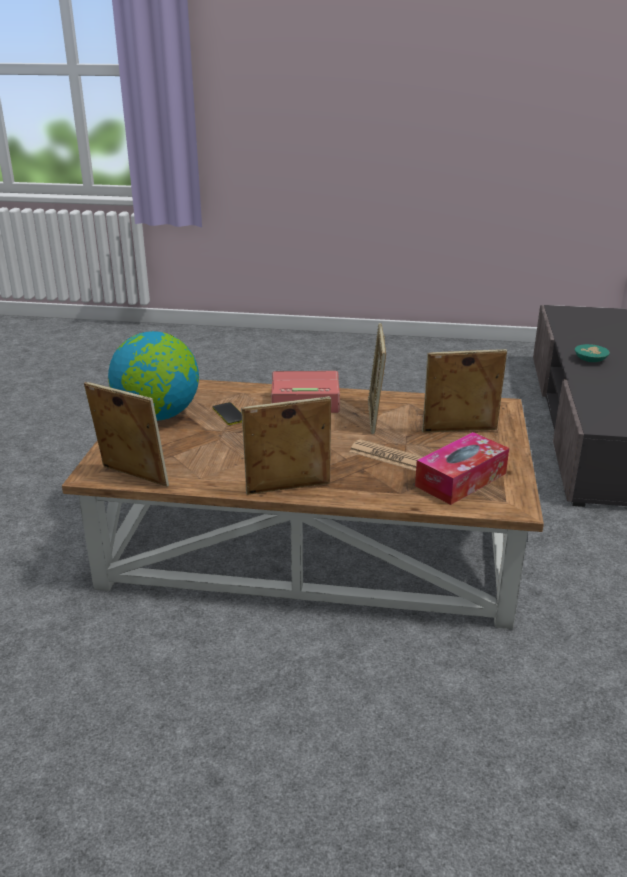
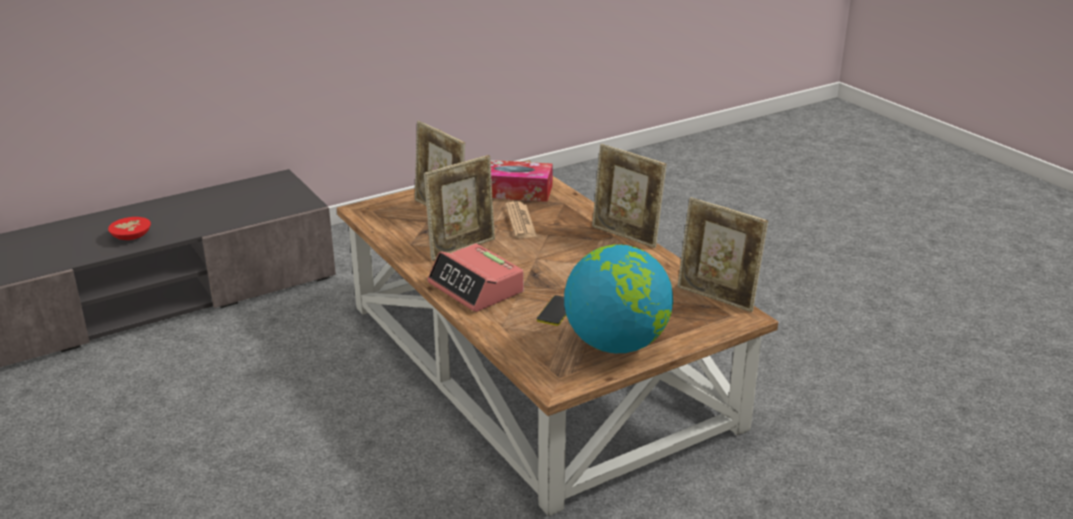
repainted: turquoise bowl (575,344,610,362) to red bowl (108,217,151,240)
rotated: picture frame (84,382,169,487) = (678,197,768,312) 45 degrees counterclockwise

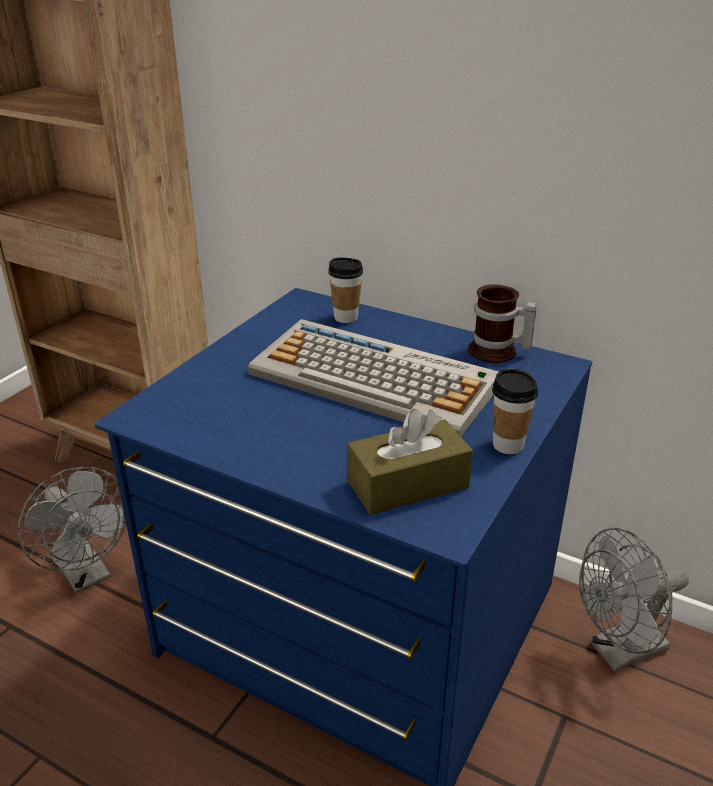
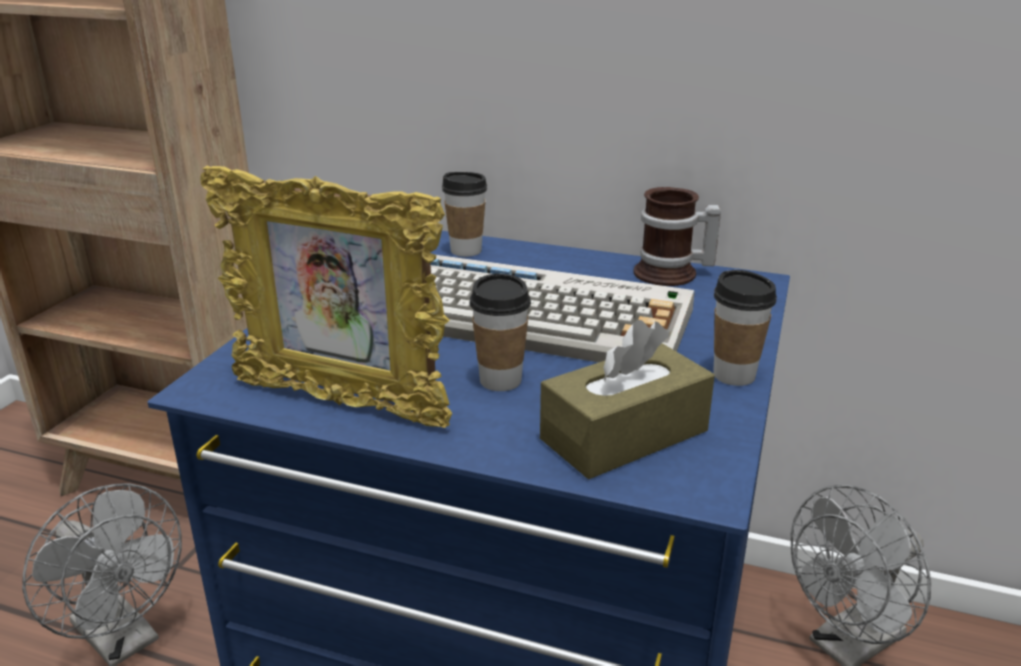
new: picture frame (200,166,452,428); cup (469,273,531,391)

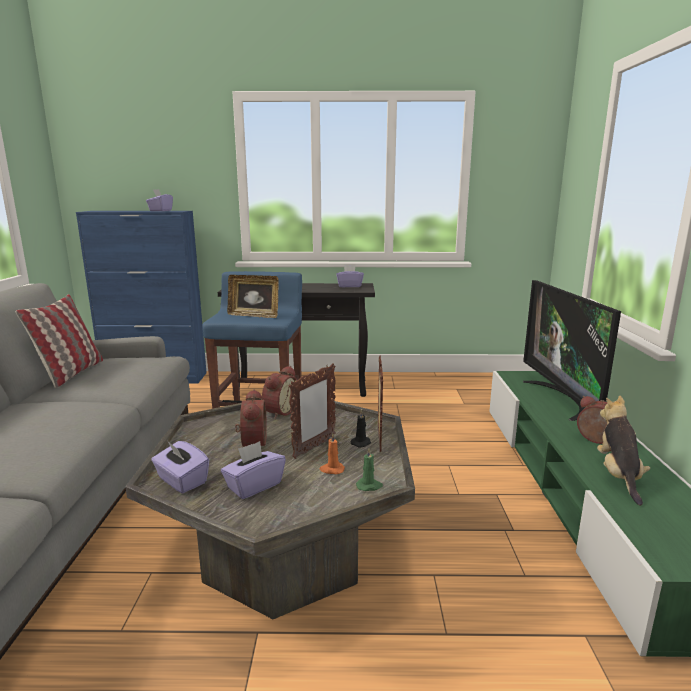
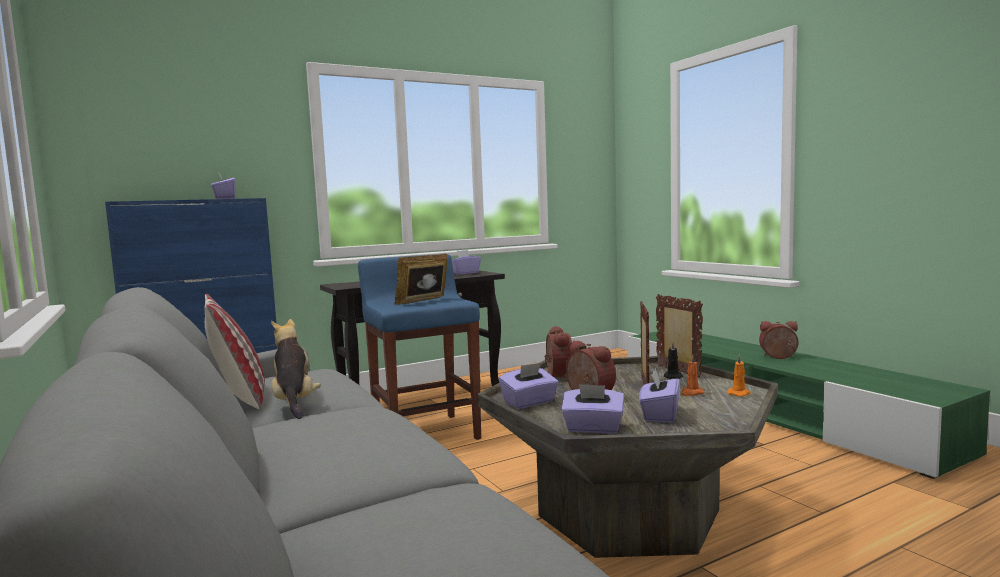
gone: television (523,280,621,421)
new: purple tissue box (499,363,559,409)
shifted: plush toy (597,395,650,506) to (271,319,321,419)
repainted: green candle (356,448,383,491) to orange candle (727,354,751,397)
rotated: picture frame (227,275,279,318) = (394,254,447,305) 150 degrees clockwise

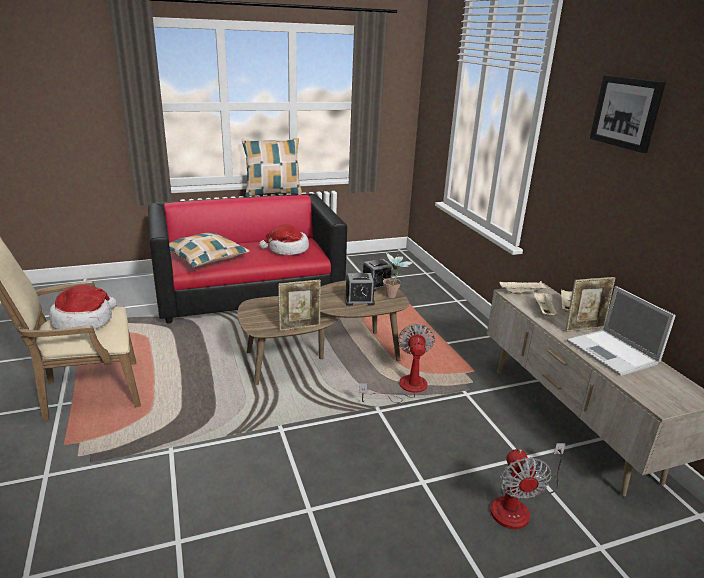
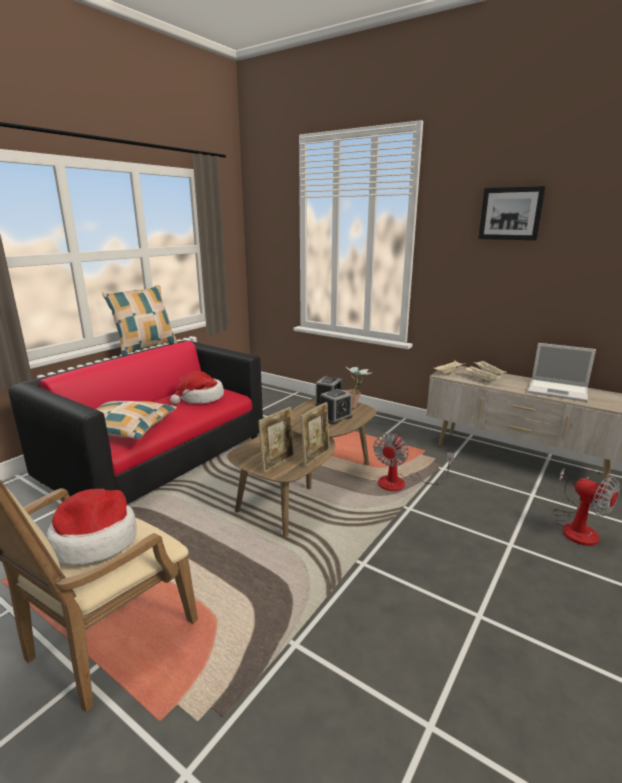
shifted: picture frame (565,277,615,332) to (258,407,295,473)
rotated: fan (359,324,435,403) = (373,433,454,491) 120 degrees counterclockwise

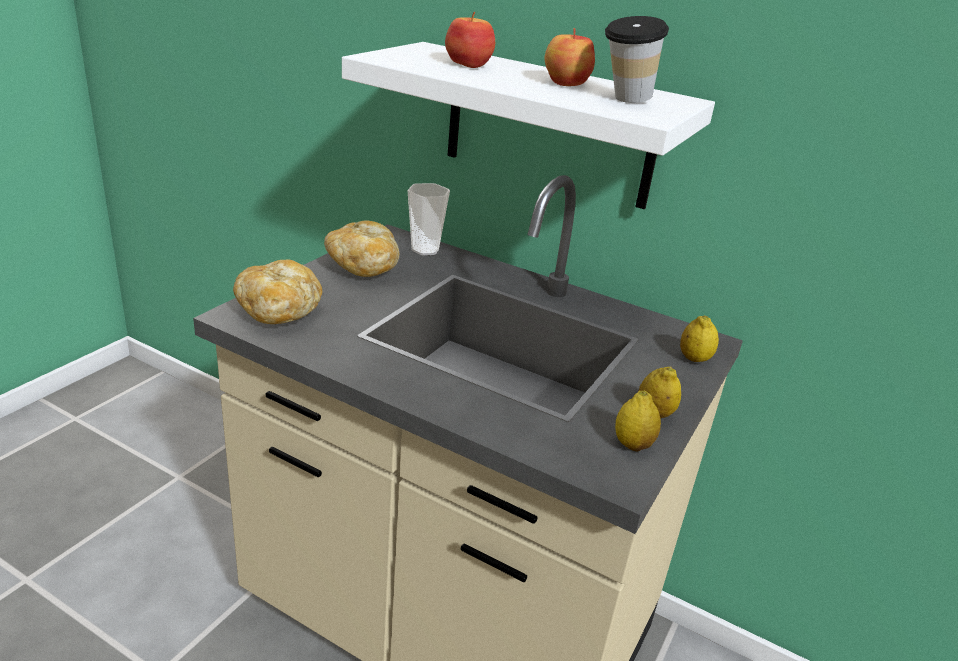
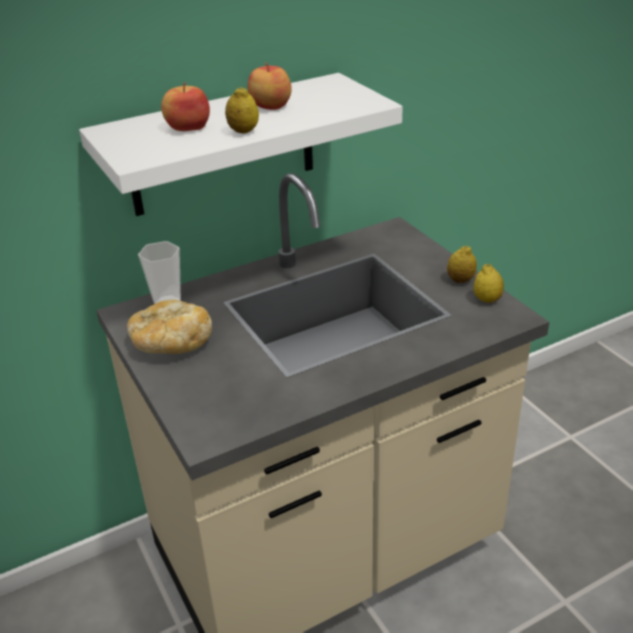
gone: bread (233,260,322,324); cup (605,16,669,103)
shifted: lemon (680,315,719,362) to (225,86,259,134)

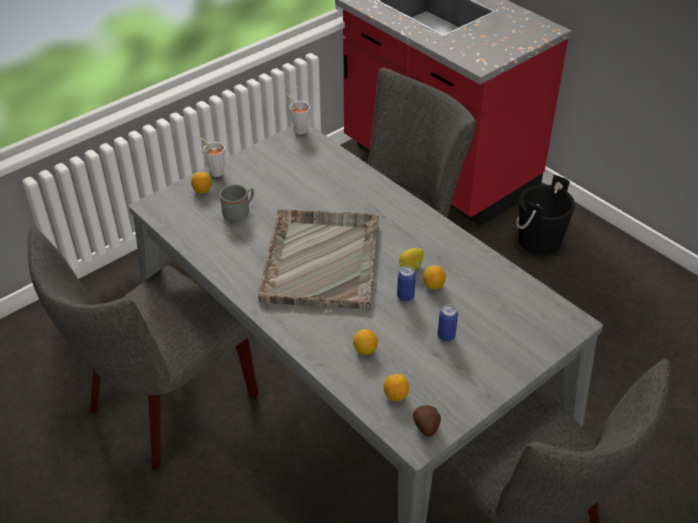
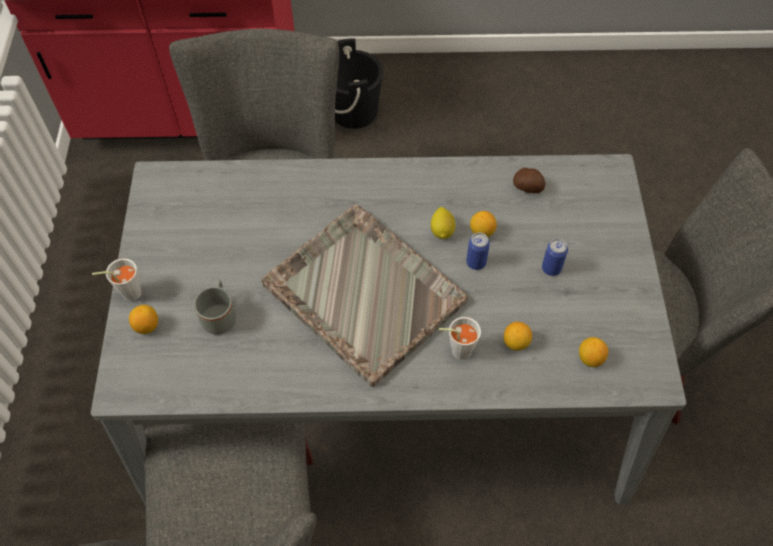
shifted: grey cup (286,94,310,135) to (439,317,481,360); potato (413,405,441,437) to (513,168,545,193)

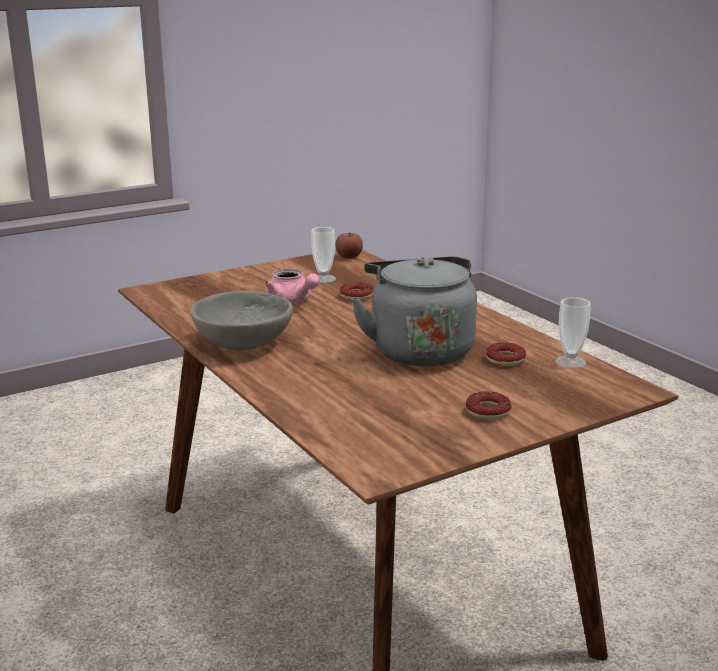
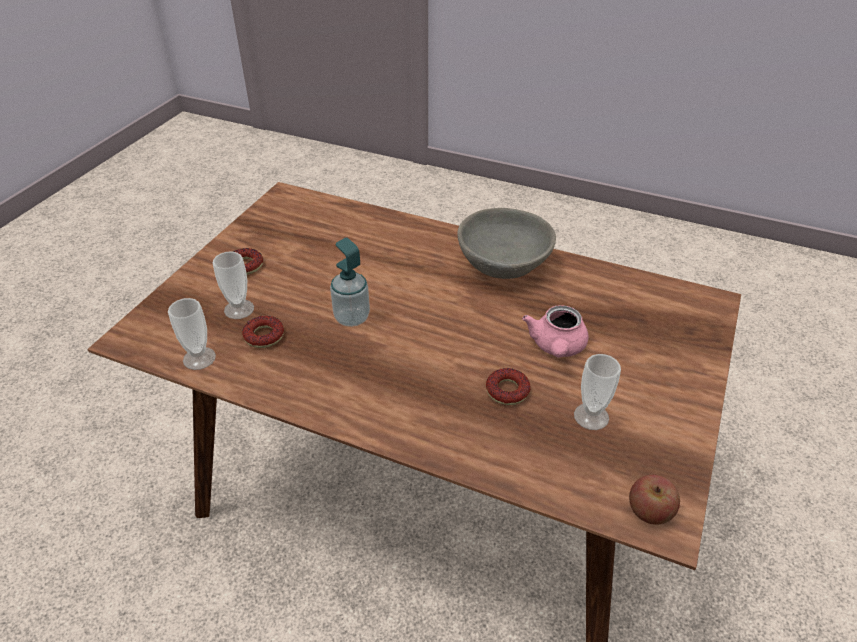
new: cup (213,251,254,319)
swapped: grey kettle (351,256,477,366) to soap dispenser (330,238,370,327)
rotated: pink teapot (265,269,320,303) = (522,305,588,357) 90 degrees counterclockwise

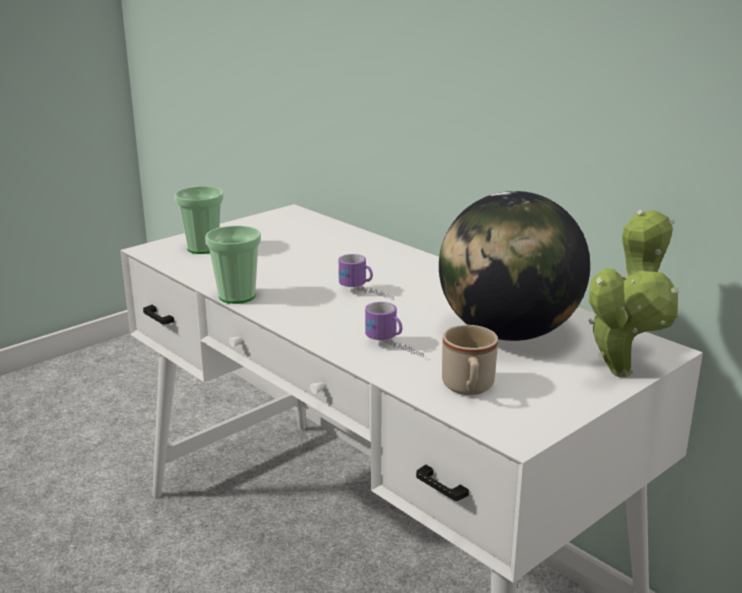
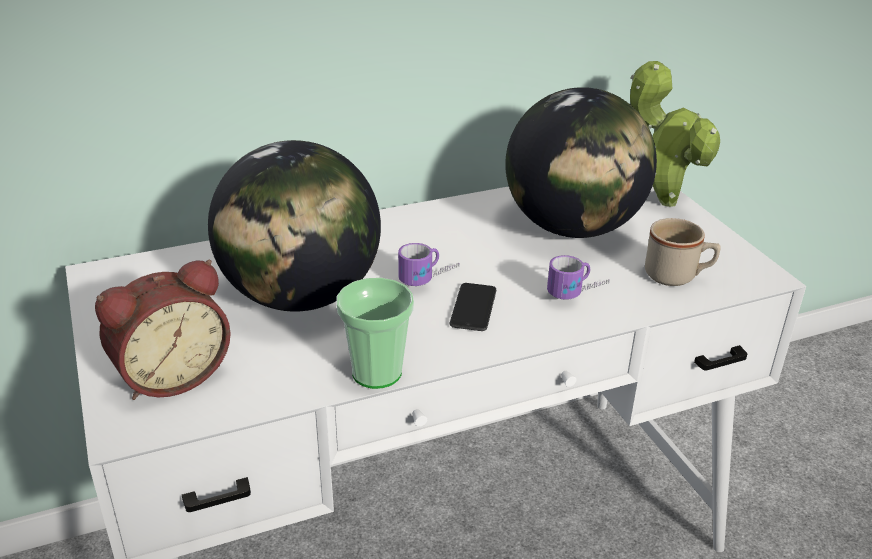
new: globe (208,140,381,312); phone (450,283,496,331)
swapped: cup (175,186,224,254) to alarm clock (95,260,231,400)

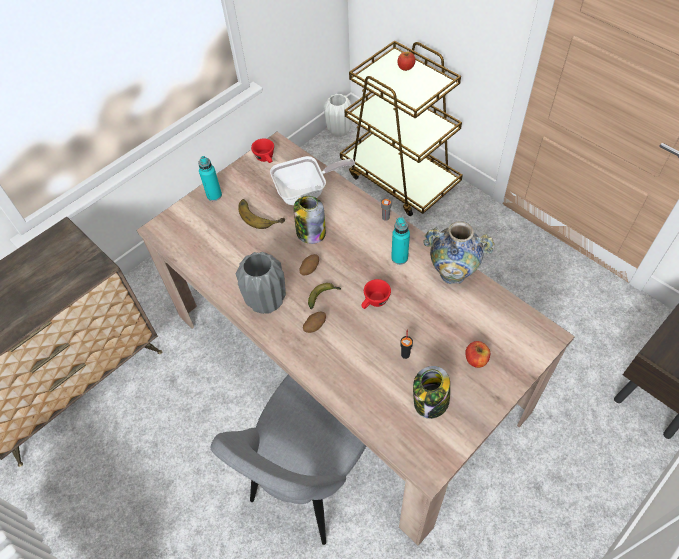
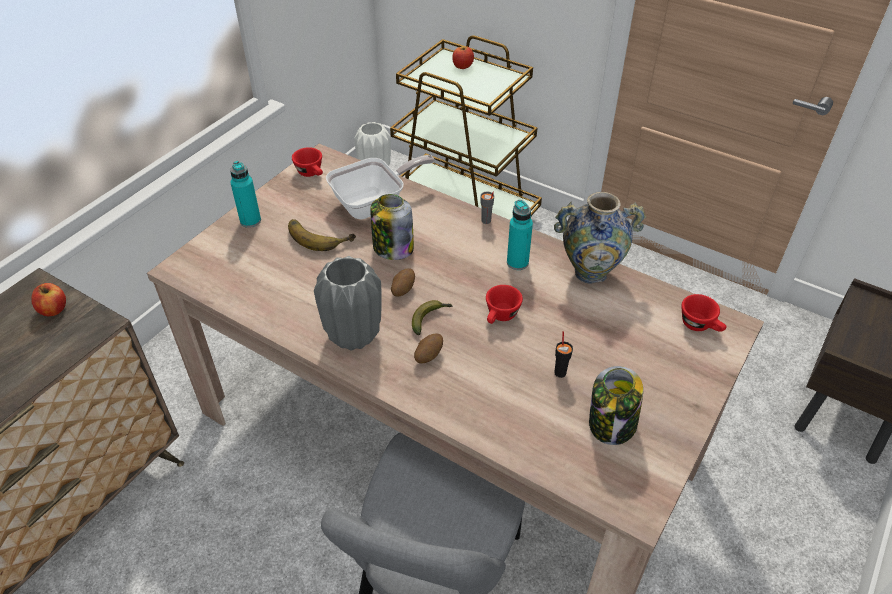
new: red cup (682,294,727,332)
shifted: apple (465,341,490,368) to (31,283,66,316)

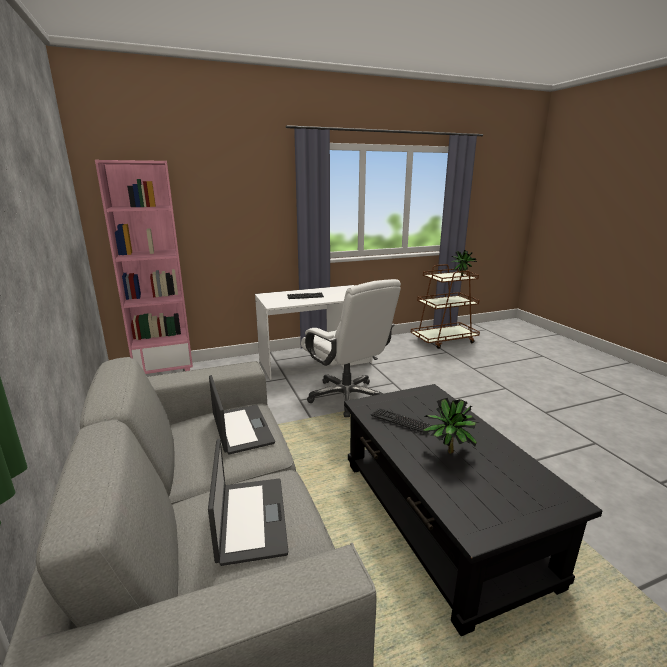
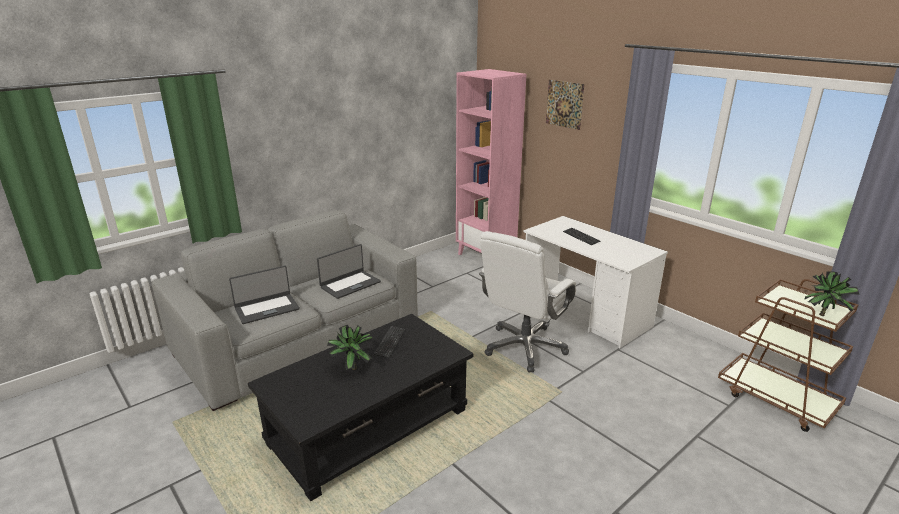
new: picture (546,80,585,130)

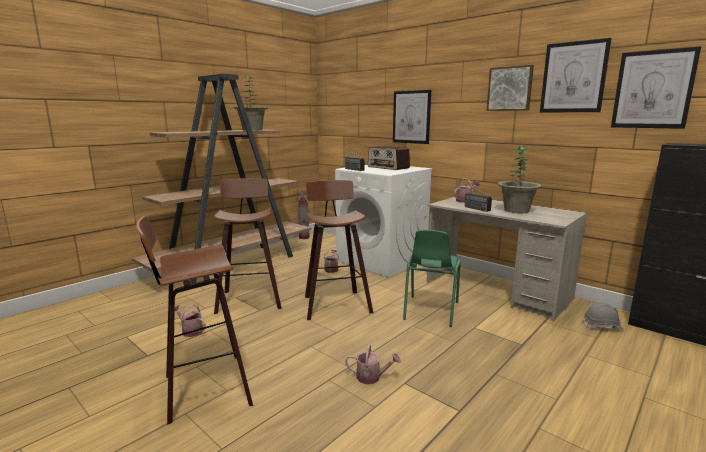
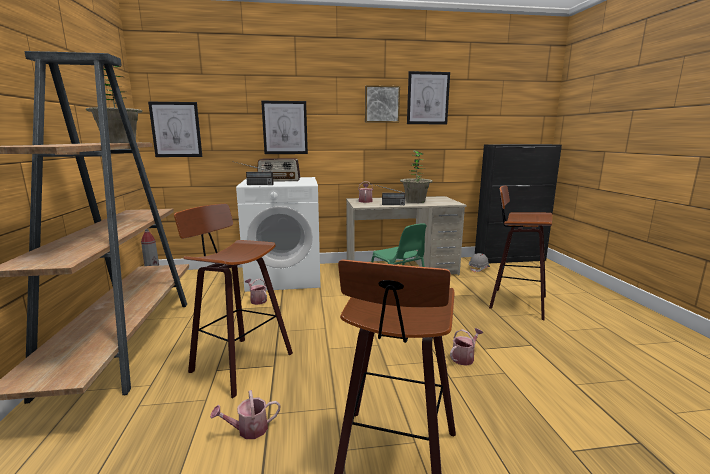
shifted: stool (305,180,373,320) to (489,186,552,320); picture (611,46,701,129) to (148,102,202,157)

